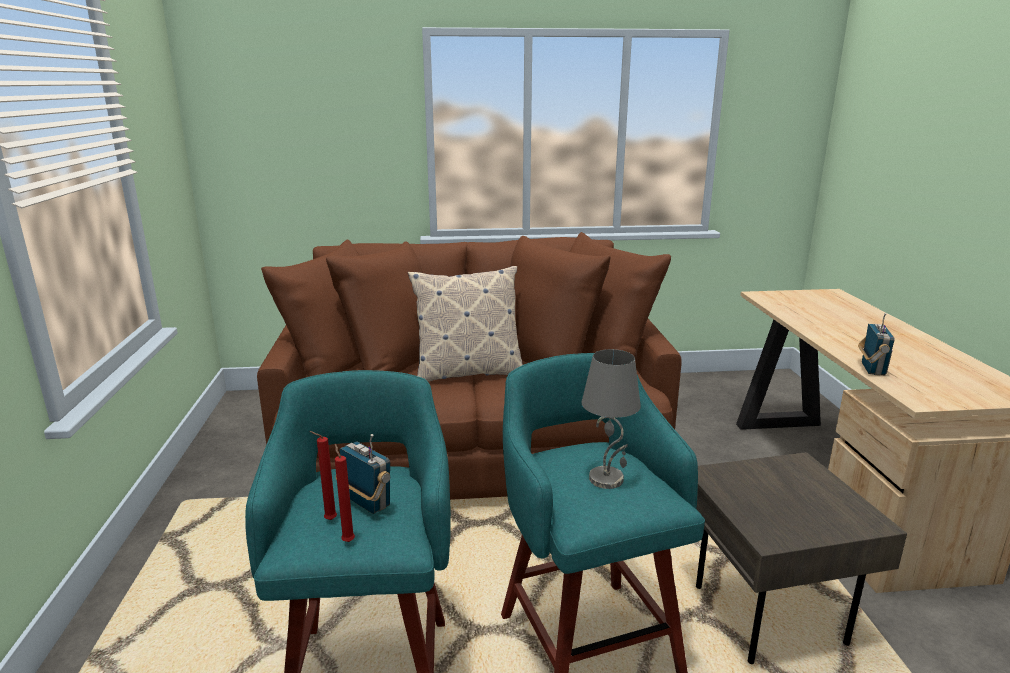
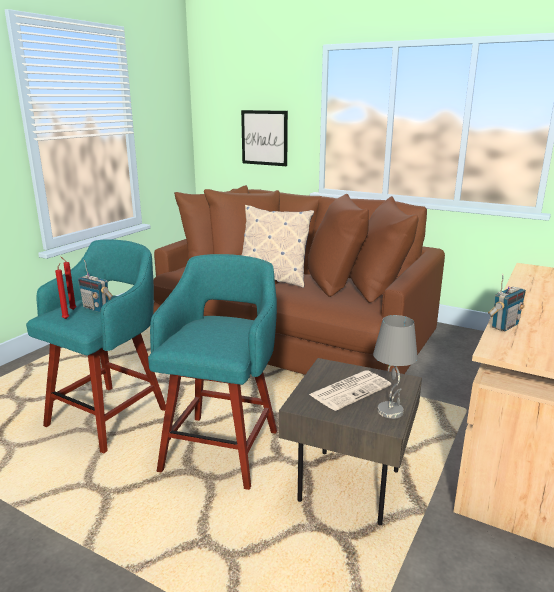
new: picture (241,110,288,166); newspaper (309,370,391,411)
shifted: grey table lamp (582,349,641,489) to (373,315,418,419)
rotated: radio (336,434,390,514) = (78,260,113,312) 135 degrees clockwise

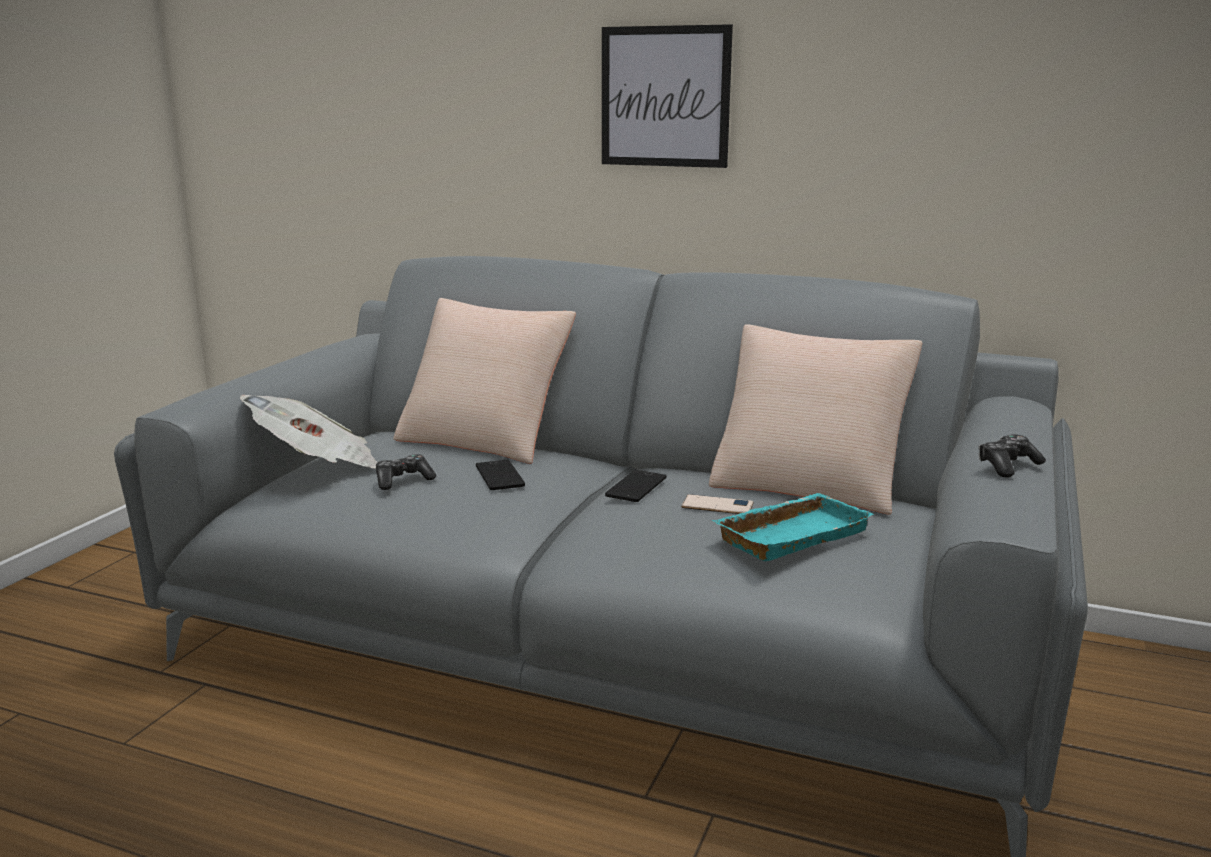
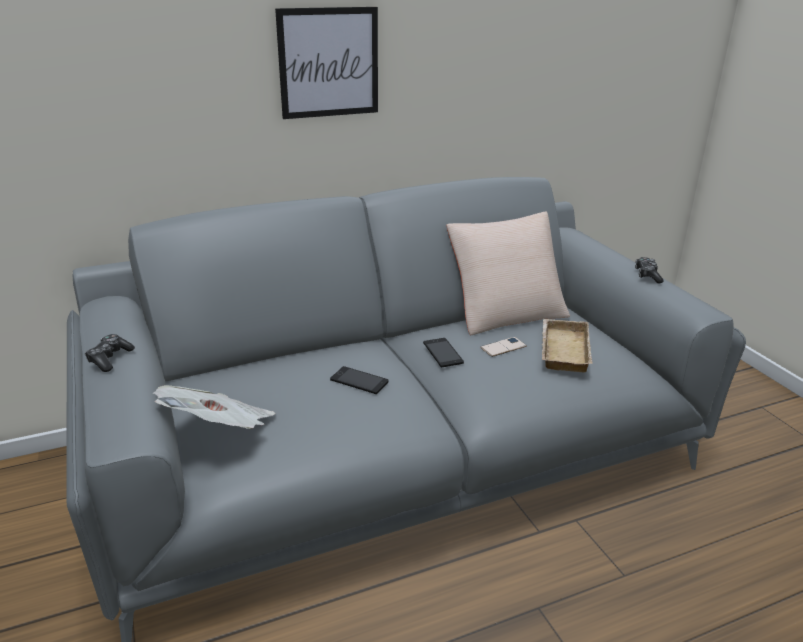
gone: beige pillow (393,298,576,464)
shifted: game controller (376,454,436,490) to (85,334,135,372)
repainted: turquoise tray (712,493,874,561) to beige tray (541,319,593,372)

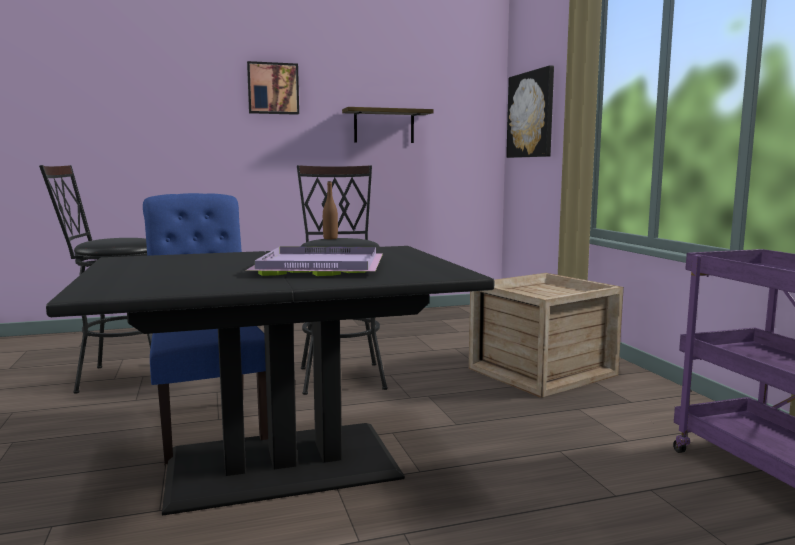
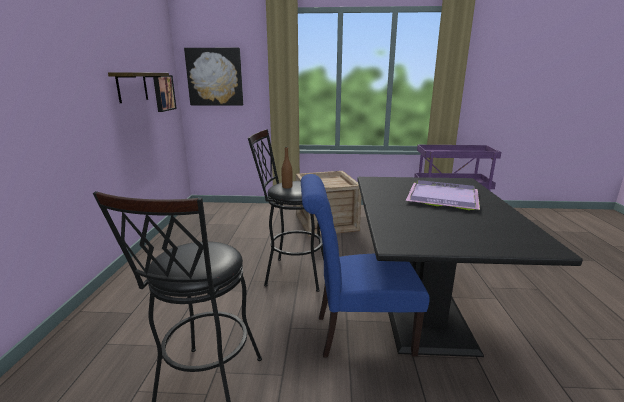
shifted: picture (247,61,299,115) to (153,75,177,112)

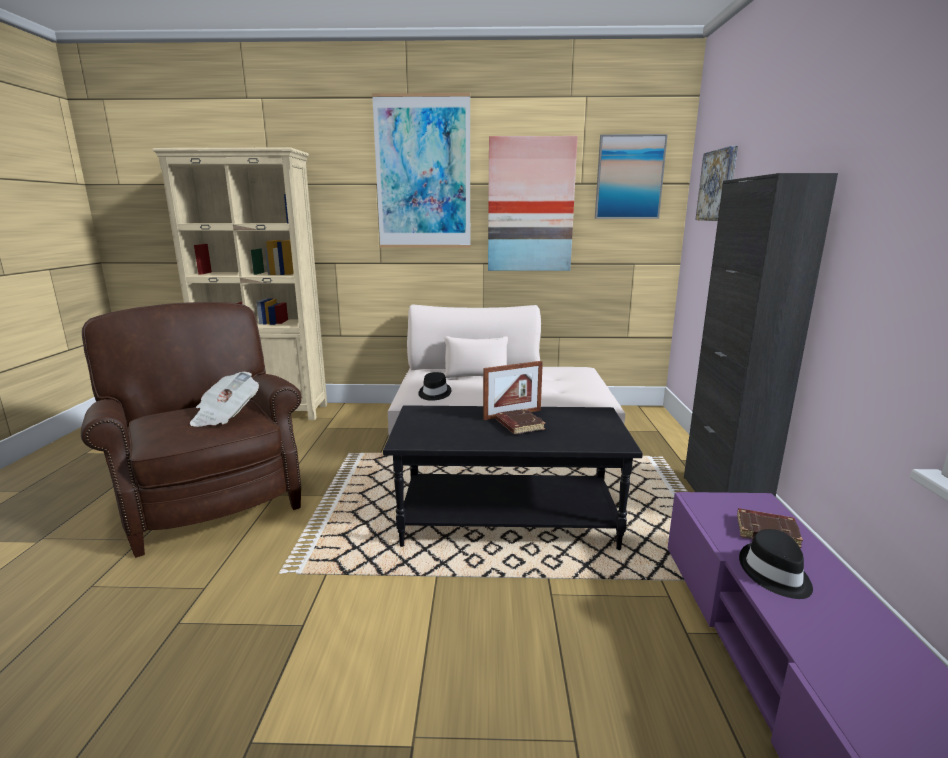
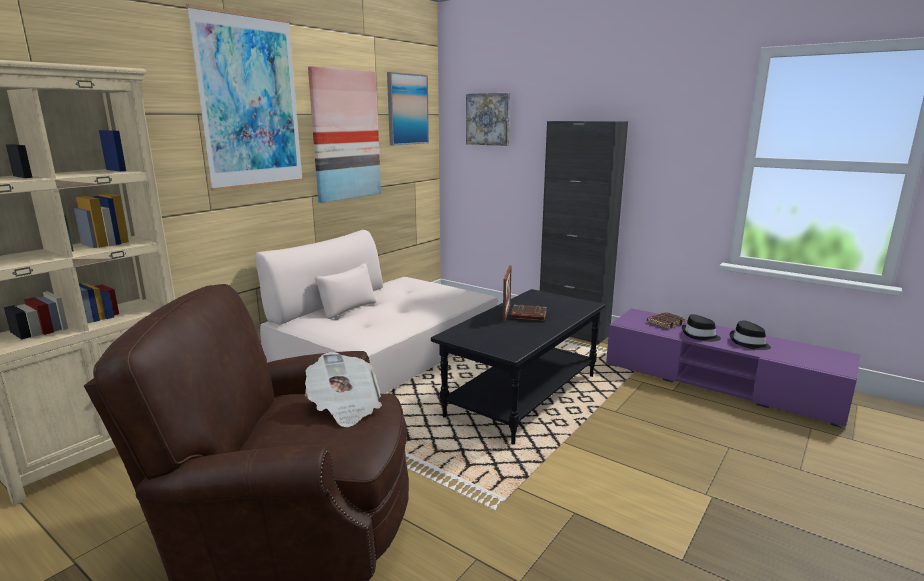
shifted: black hat (418,372,451,401) to (730,320,771,350)

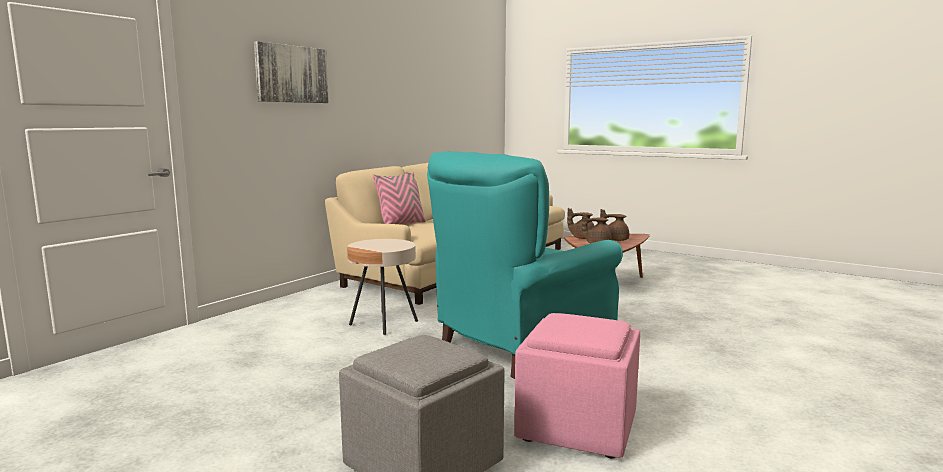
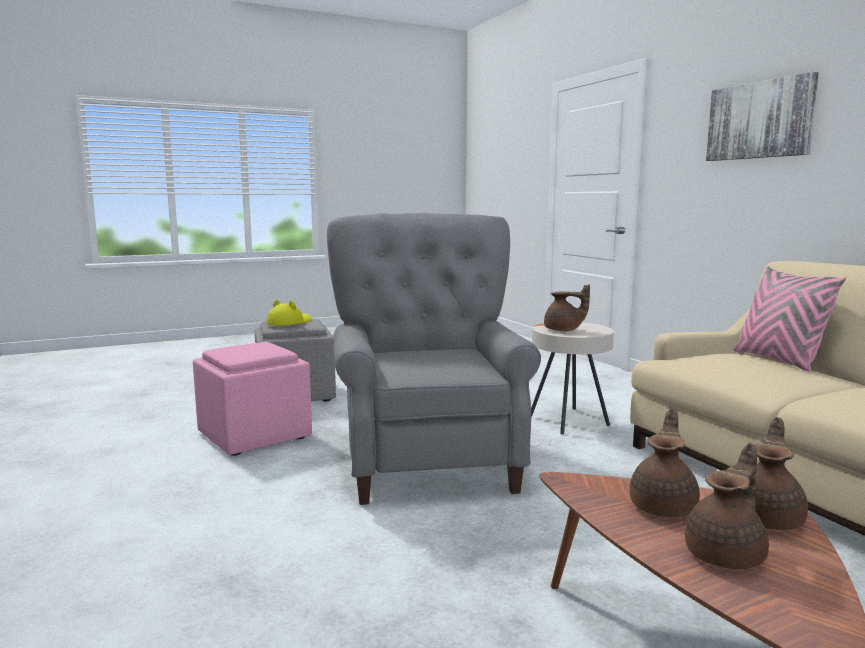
new: yellow hat (266,300,311,326); brown teapot (544,284,590,331)
repainted: turquoise armchair (427,152,623,379) to grey armchair (327,213,541,505)

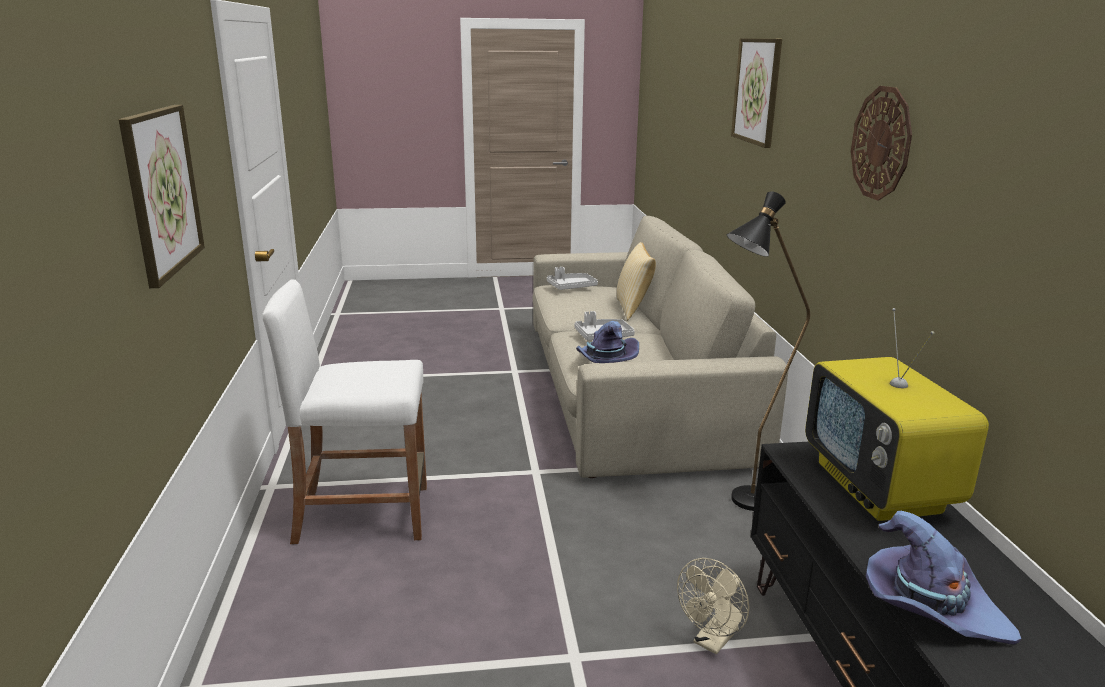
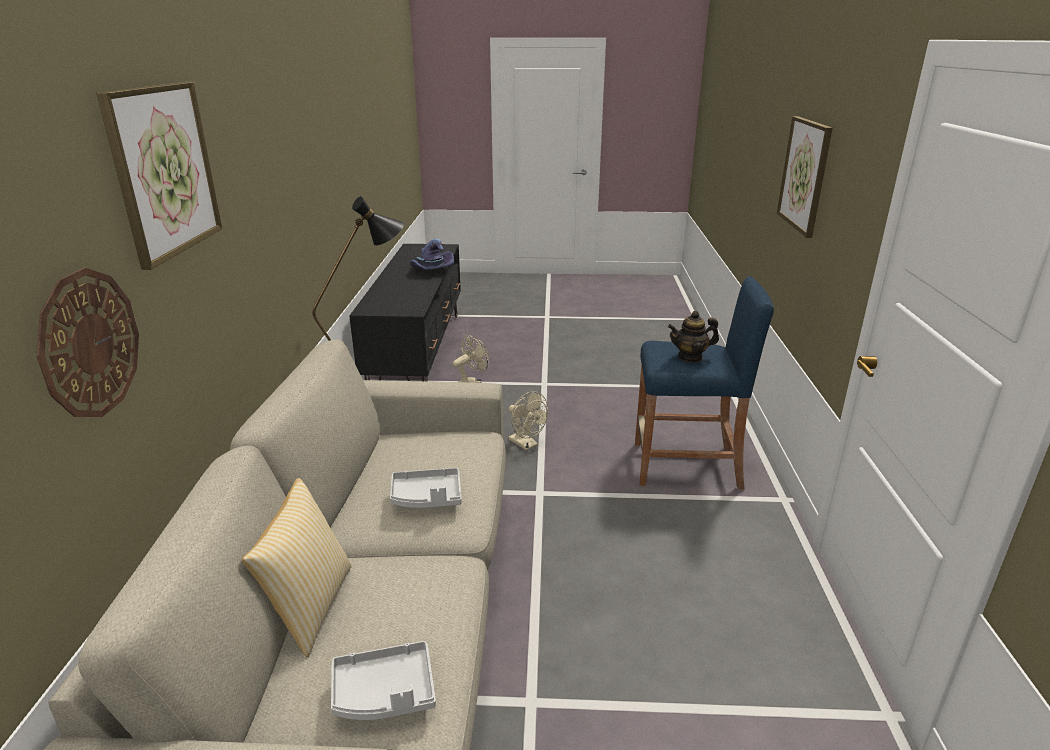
gone: purple hat (576,321,639,363); television (805,308,989,521)
new: beige fan (509,391,548,450); teapot (668,311,719,363)
shifted: wall clock (851,86,912,200) to (37,268,139,417)
repainted: white stool (263,279,427,544) to blue stool (635,276,774,490)

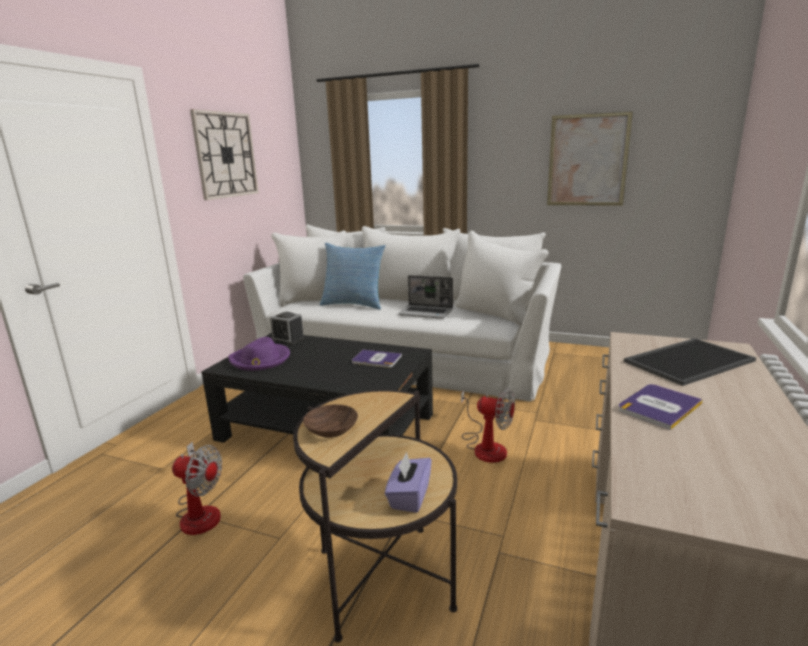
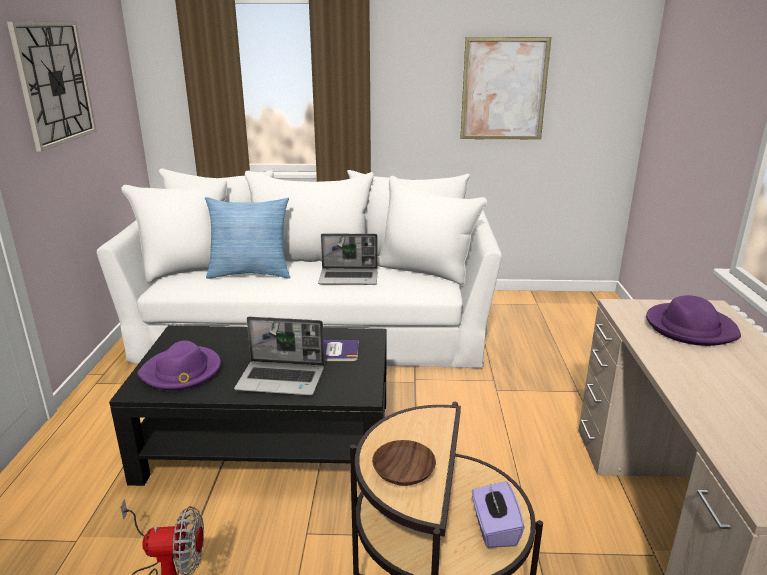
gone: alarm clock (270,312,305,345); fan (461,388,515,463); book (618,384,703,430)
new: laptop (234,316,325,395)
swapped: tray (624,338,756,386) to purple hat (646,295,741,346)

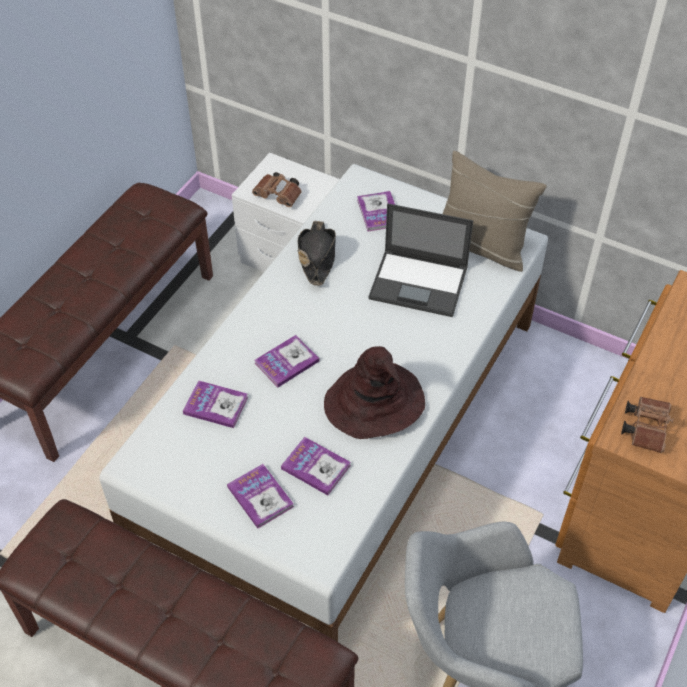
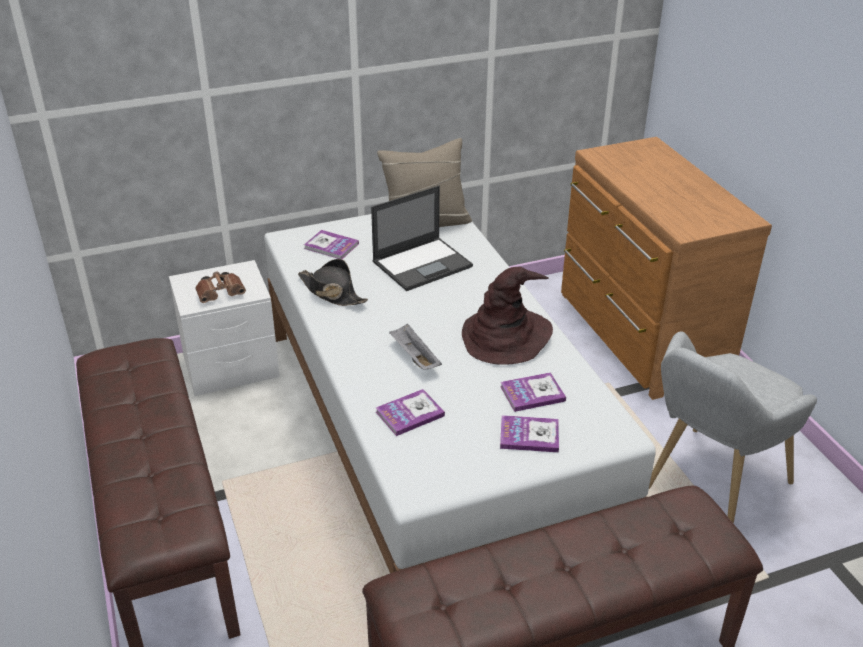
gone: brown binoculars (621,397,673,453)
swapped: book (255,335,319,387) to grey tray (389,324,442,370)

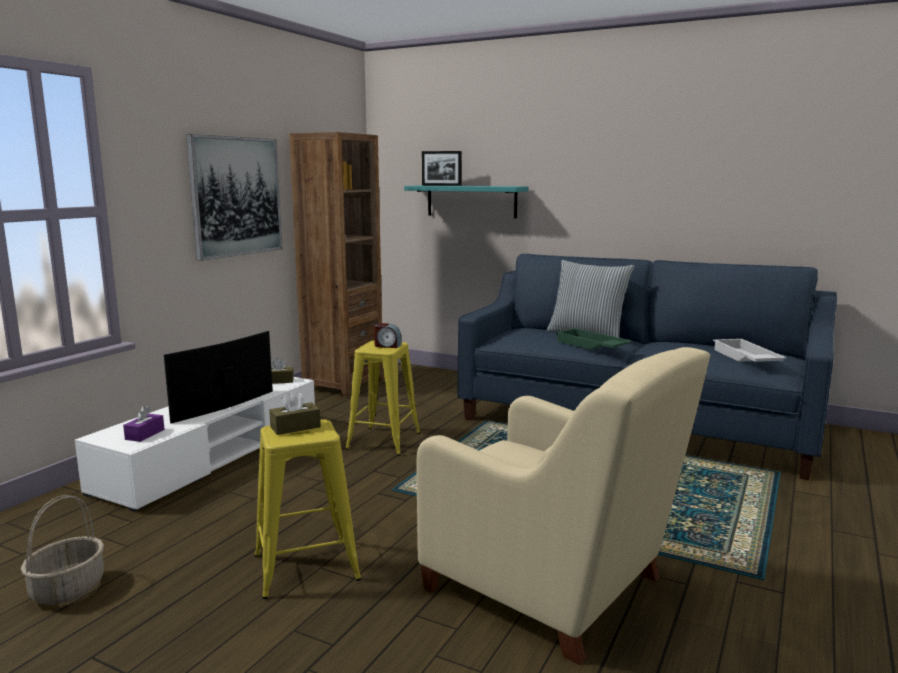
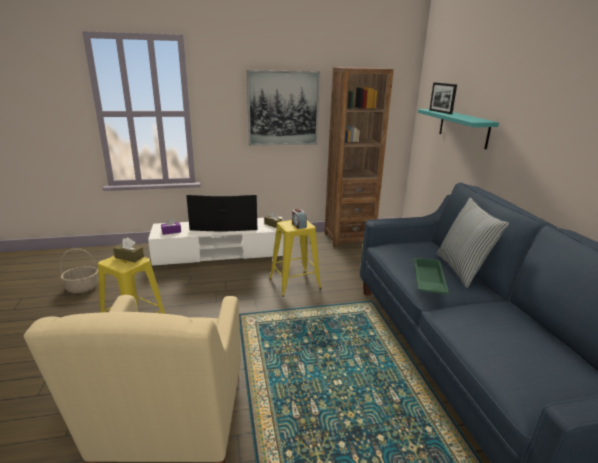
gone: white tray (713,339,787,362)

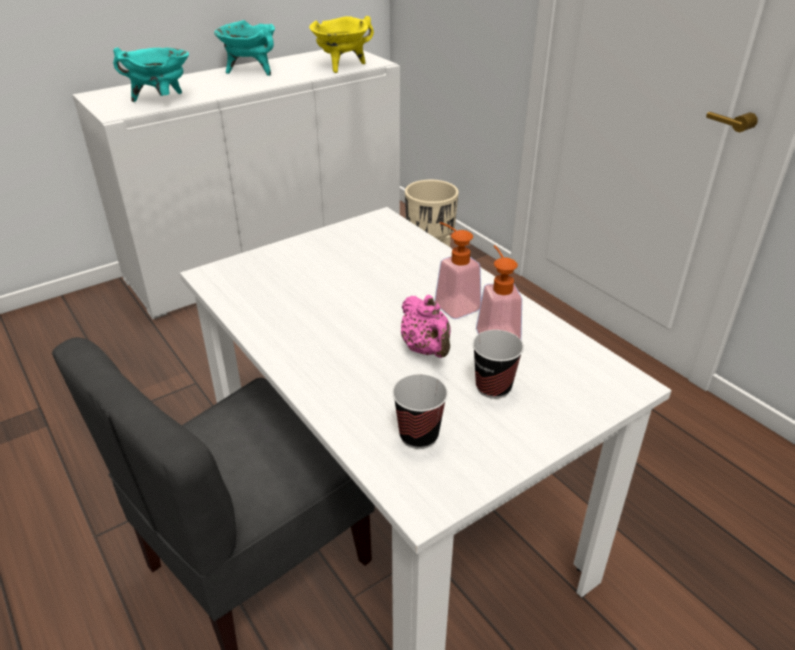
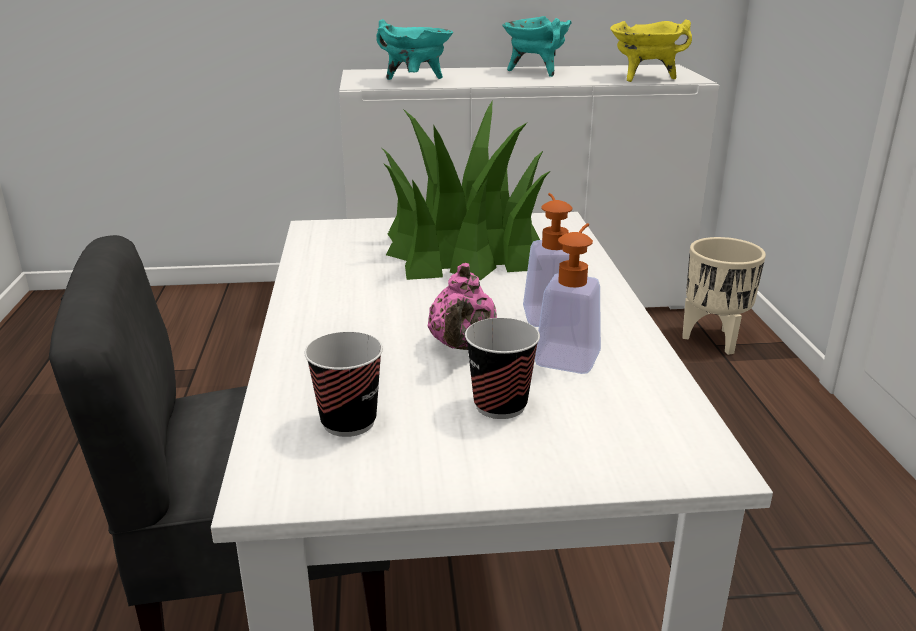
new: potted plant (381,101,550,280)

